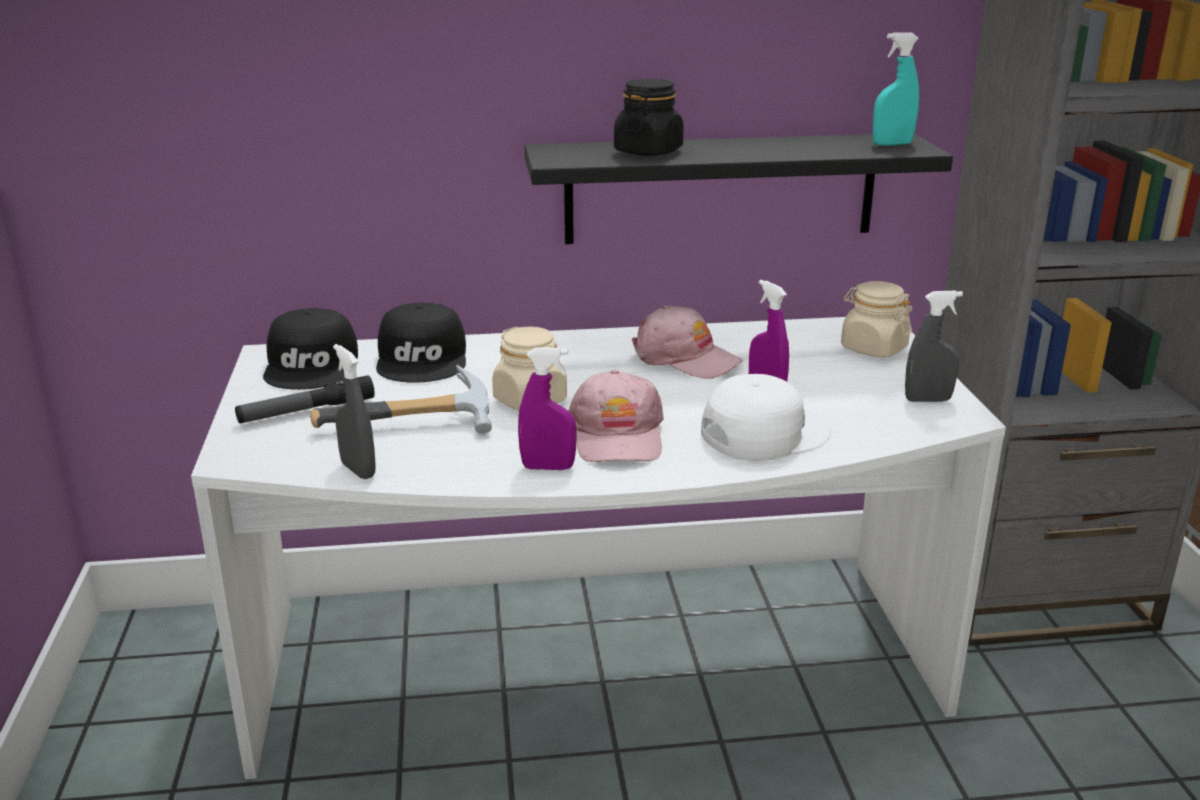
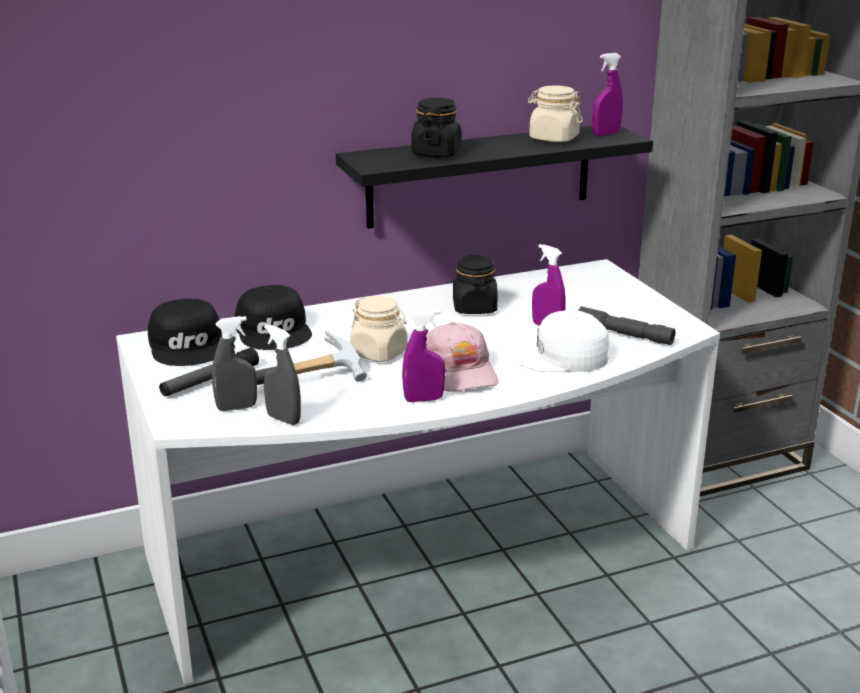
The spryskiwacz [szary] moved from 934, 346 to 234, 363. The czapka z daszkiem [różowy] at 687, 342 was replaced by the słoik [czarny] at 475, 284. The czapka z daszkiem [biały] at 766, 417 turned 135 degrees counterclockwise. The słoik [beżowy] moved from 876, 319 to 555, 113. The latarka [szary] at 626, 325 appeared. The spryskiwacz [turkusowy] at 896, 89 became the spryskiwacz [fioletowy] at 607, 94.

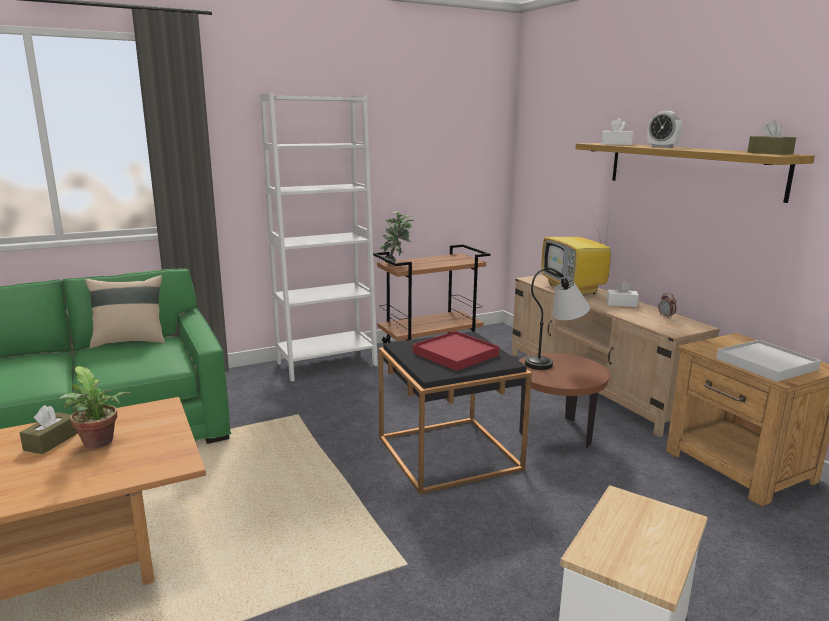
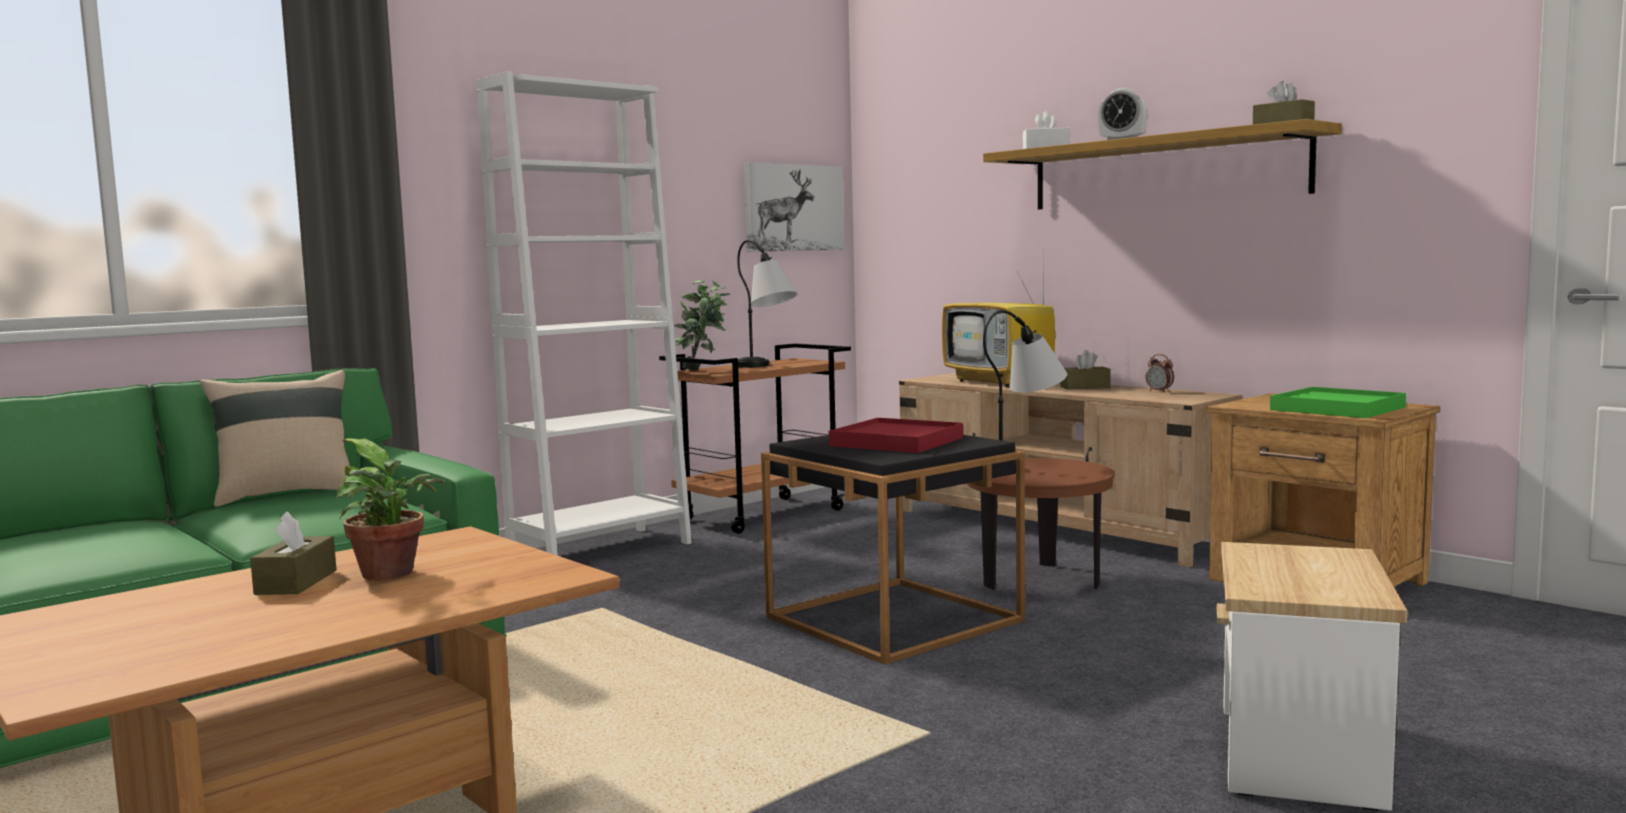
The lampa stołowa at 767, 304 appeared. The obraz at 794, 207 appeared. The pudełko chusteczek [biały] at 622, 294 became the pudełko chusteczek [brązowy] at 1085, 370. The taca [biały] at 768, 361 became the taca [zielony] at 1338, 402.

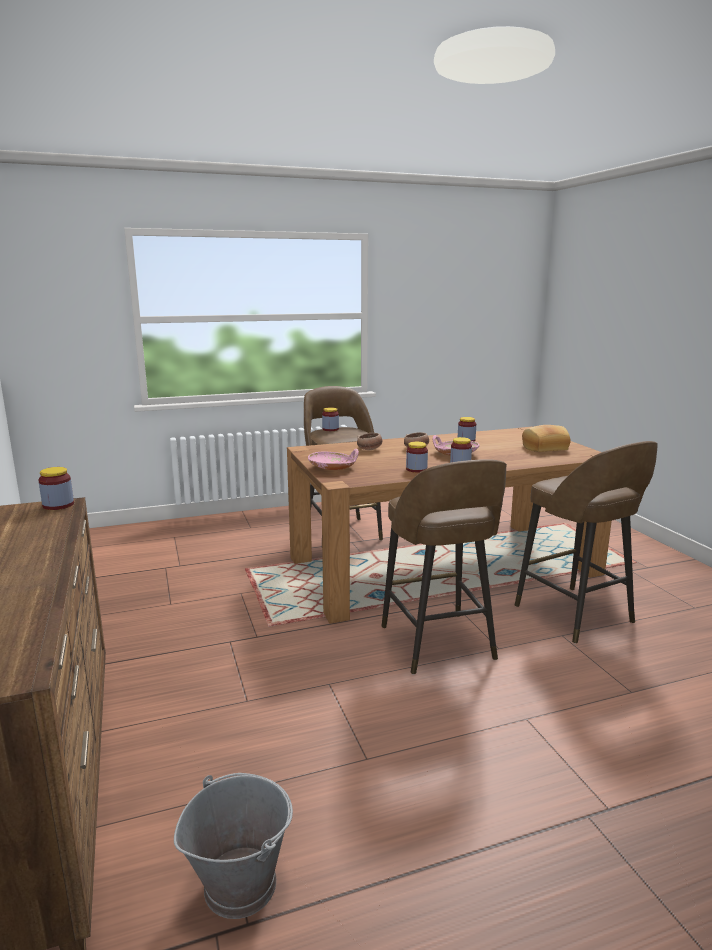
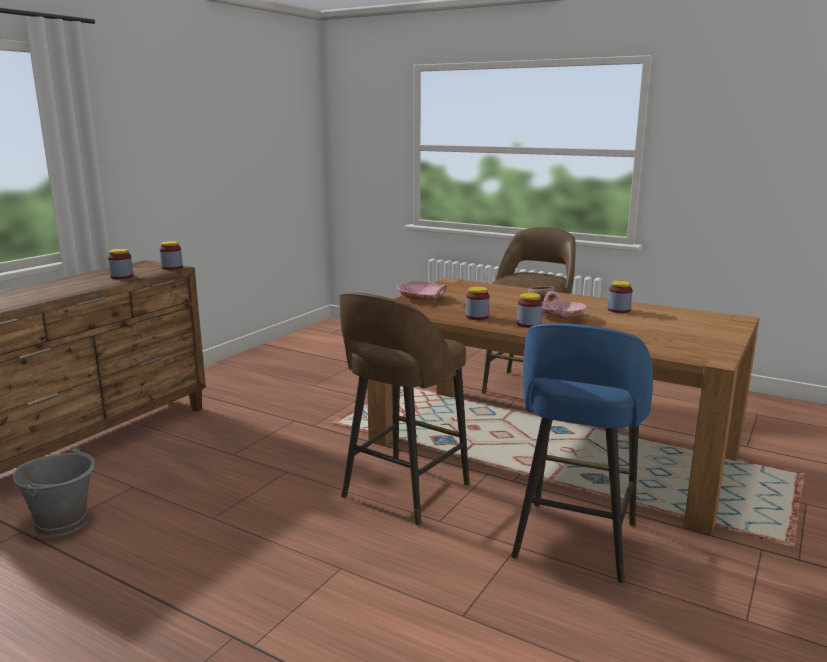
The słoik moved from 330, 419 to 120, 264. The stołek [brązowy] at 586, 542 became the stołek [niebieski] at 582, 453. The miska at 369, 441 disappeared. The chleb at 546, 438 disappeared.

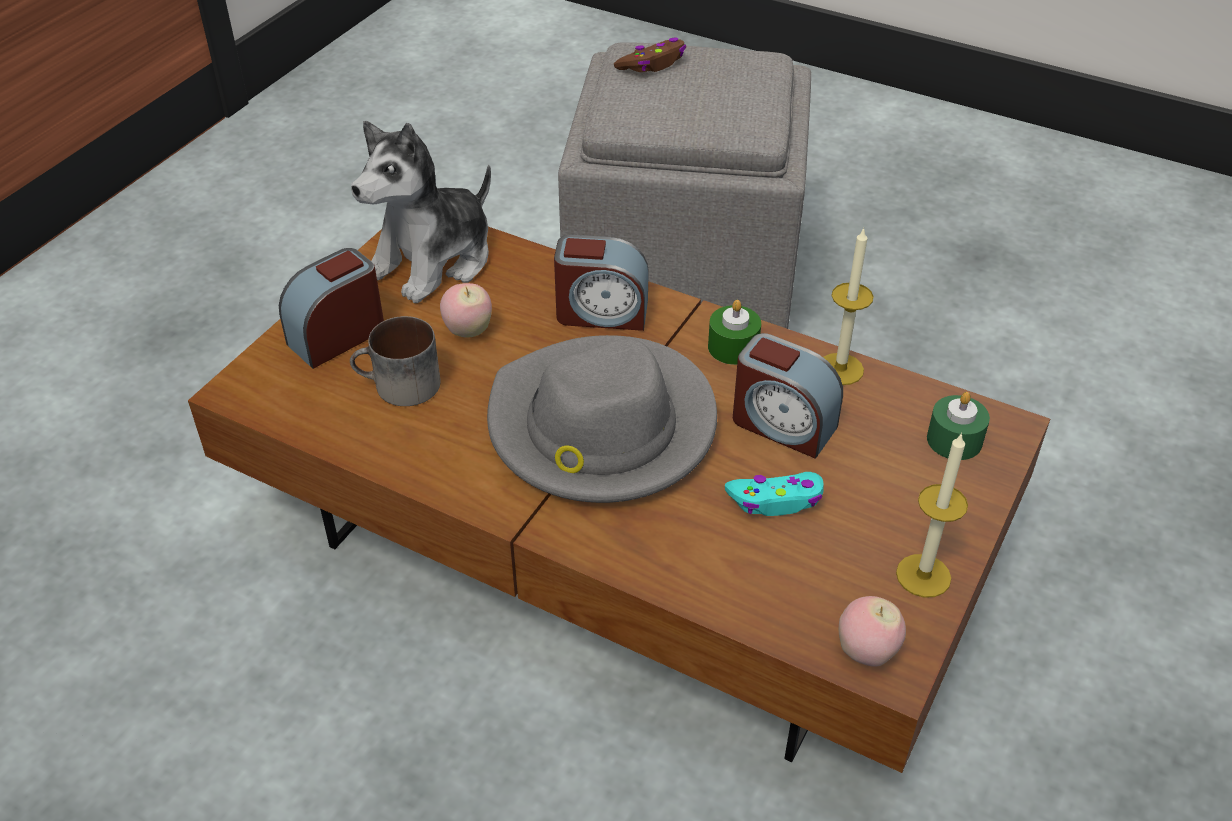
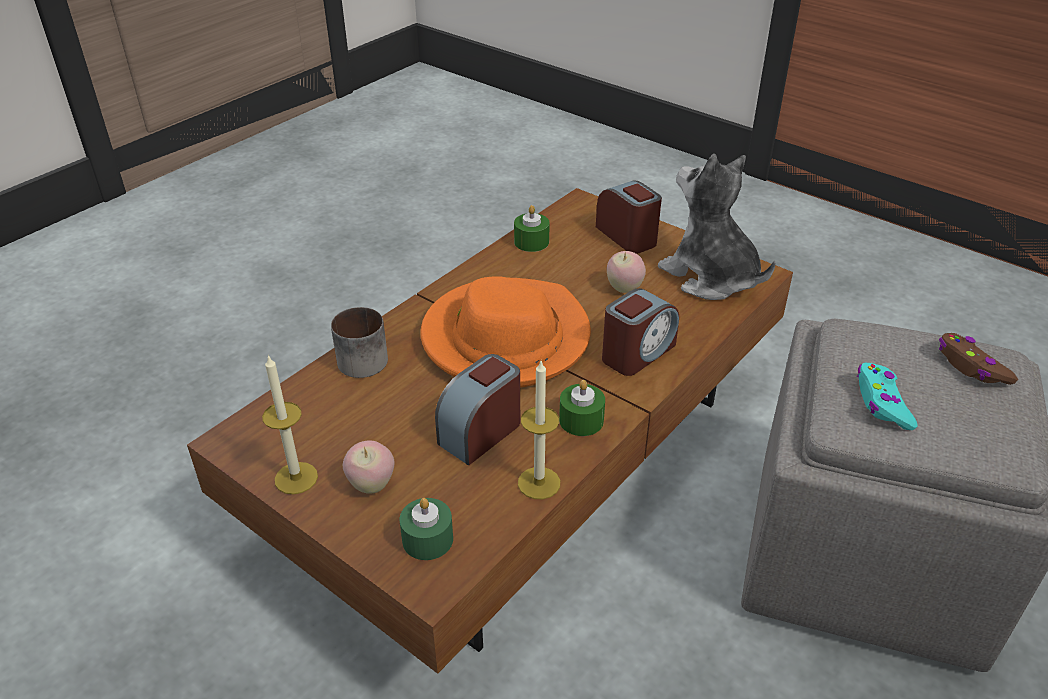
The kubek moved from 395, 361 to 359, 342. The jabłko moved from 872, 631 to 369, 467. The kapelusz [szary] at 602, 419 became the kapelusz [pomarańczowy] at 505, 332. The świeca [zielony] at 532, 228 appeared. The budzik at 601, 283 turned 150 degrees counterclockwise. The pad do gier [turkusowy] moved from 774, 494 to 887, 396.

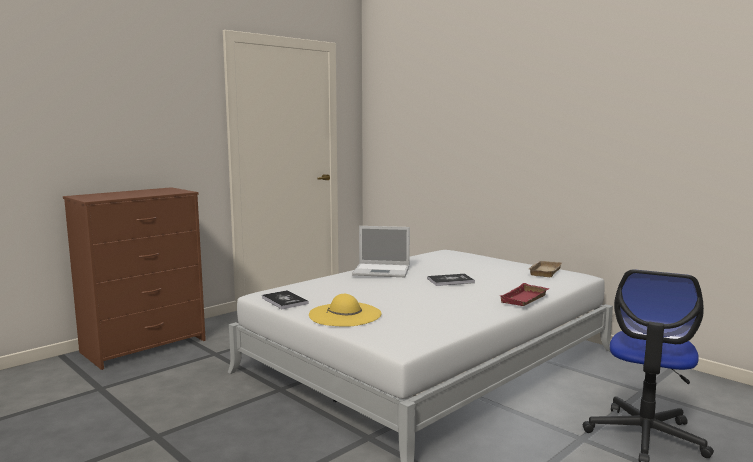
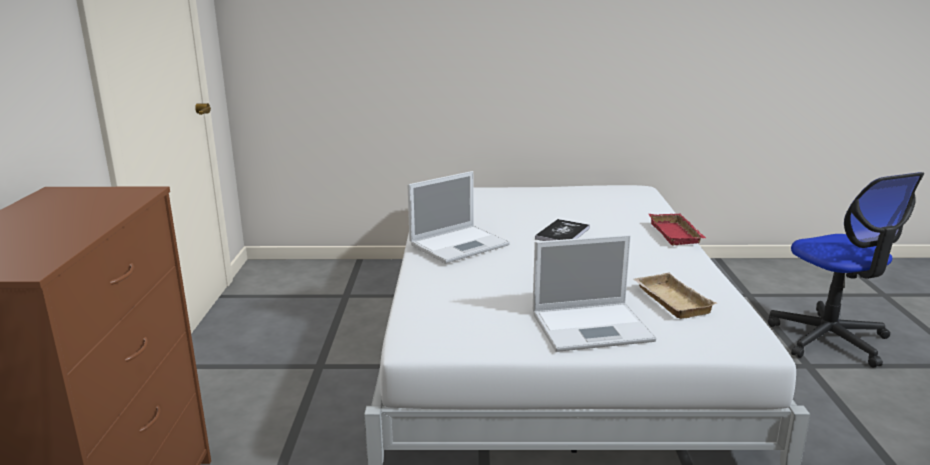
The kapelusz [żółty] at 345, 310 was replaced by the laptop at 594, 293. The taca [beżowy] moved from 545, 269 to 675, 296. The książka at 285, 299 disappeared.

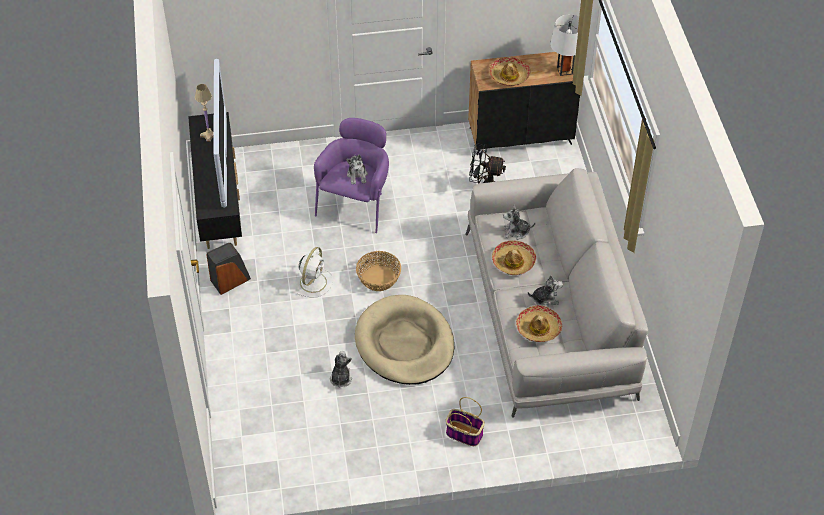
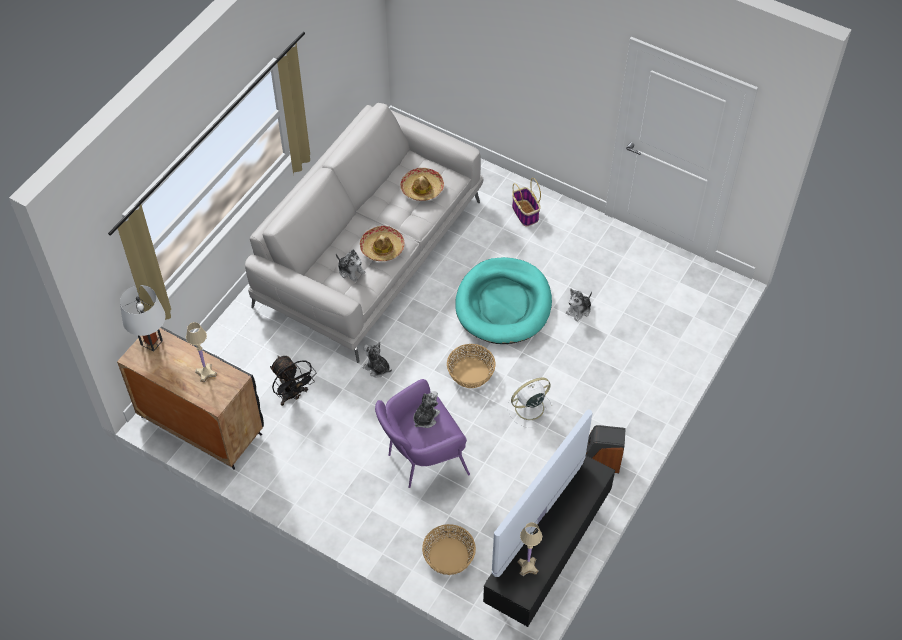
The kapelusz at 510, 71 was replaced by the lampa stołowa [beżowy] at 201, 352. The pluszak moved from 545, 291 to 377, 360. The koszyk at 449, 549 appeared. The legowisko [beżowy] at 404, 340 became the legowisko [turkusowy] at 503, 300.

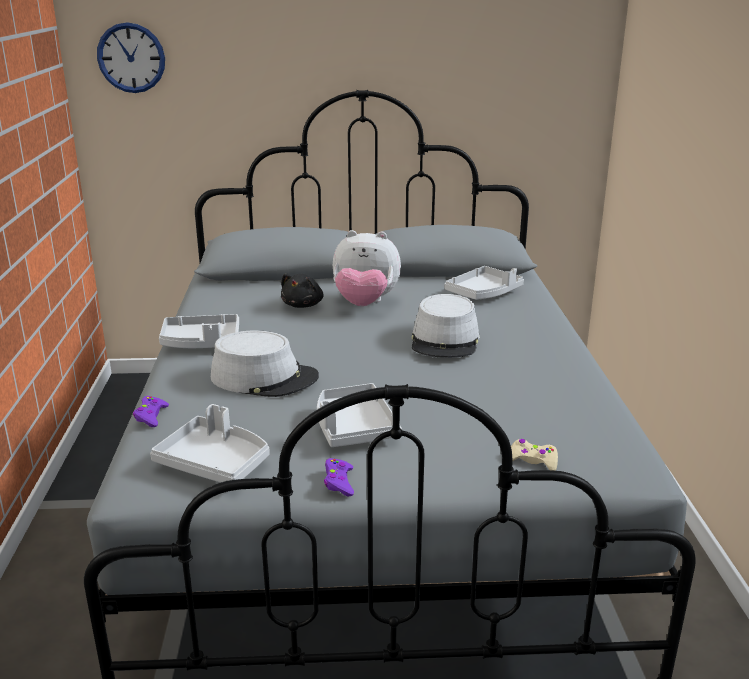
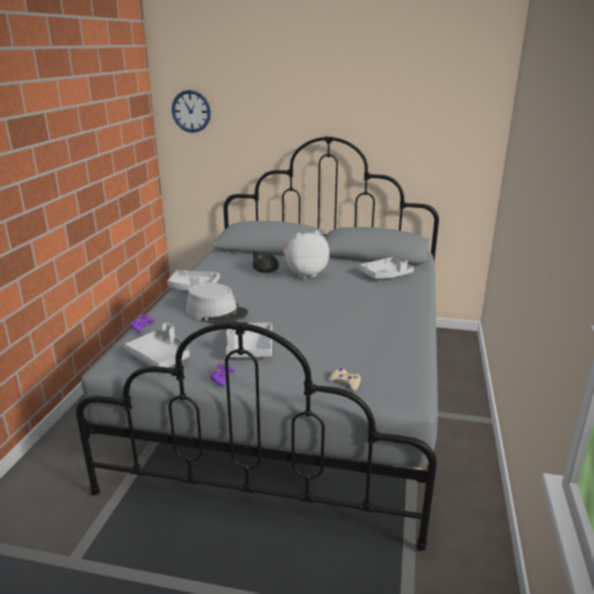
The pluszak at 367, 268 turned 135 degrees clockwise. The kapelusz [szary] at 446, 326 disappeared.

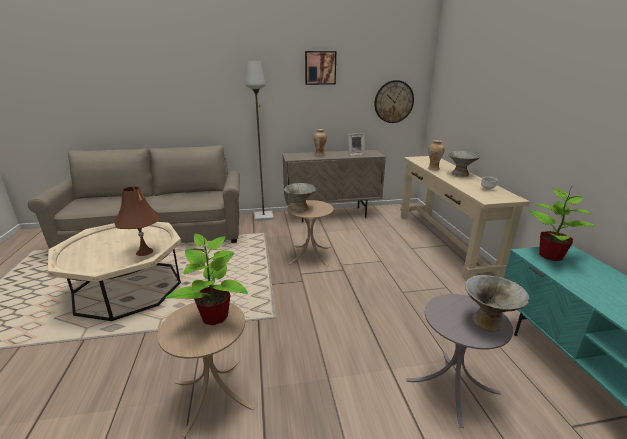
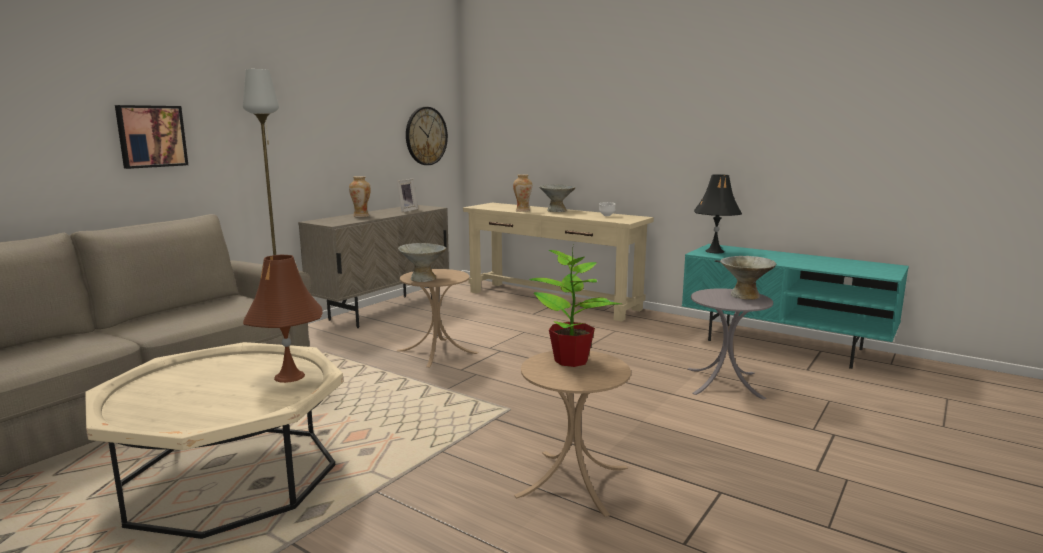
The obraz moved from 320, 68 to 151, 137. The roślina doniczkowa at 562, 224 was replaced by the lampa stołowa [czarny] at 718, 213.

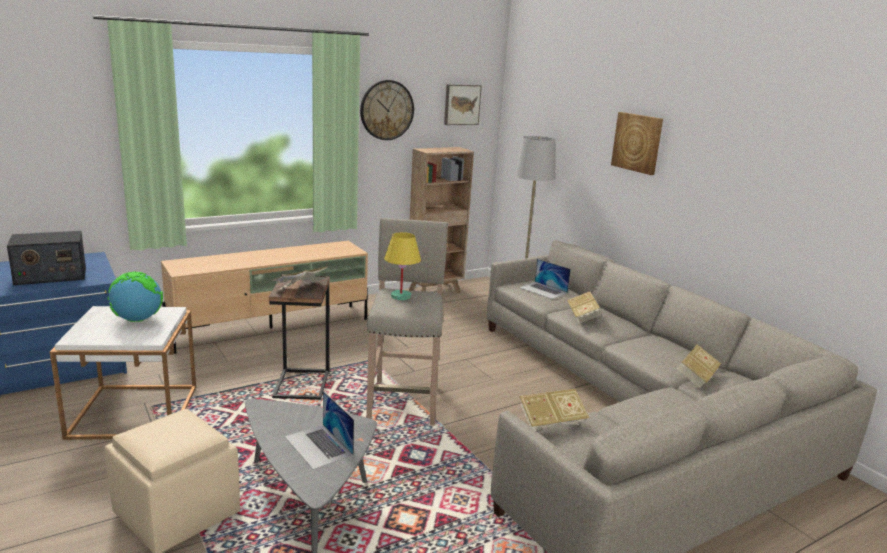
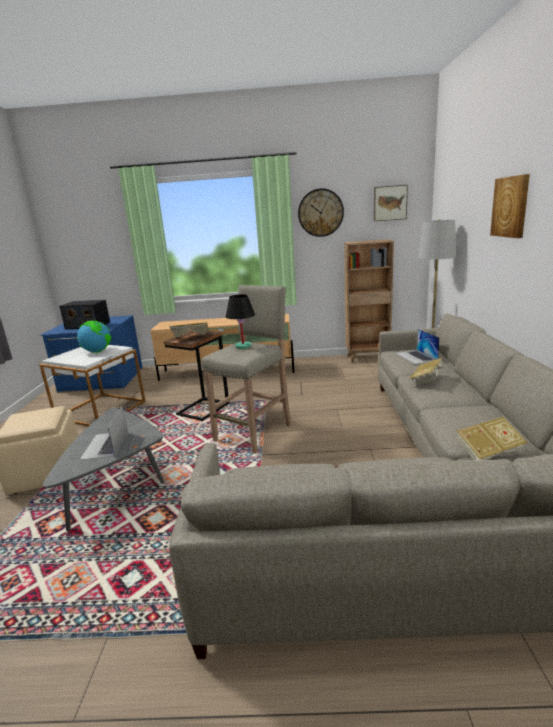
The lampa stołowa [żółty] at 402, 266 became the lampa stołowa [czarny] at 240, 321. The książka at 554, 410 disappeared.

